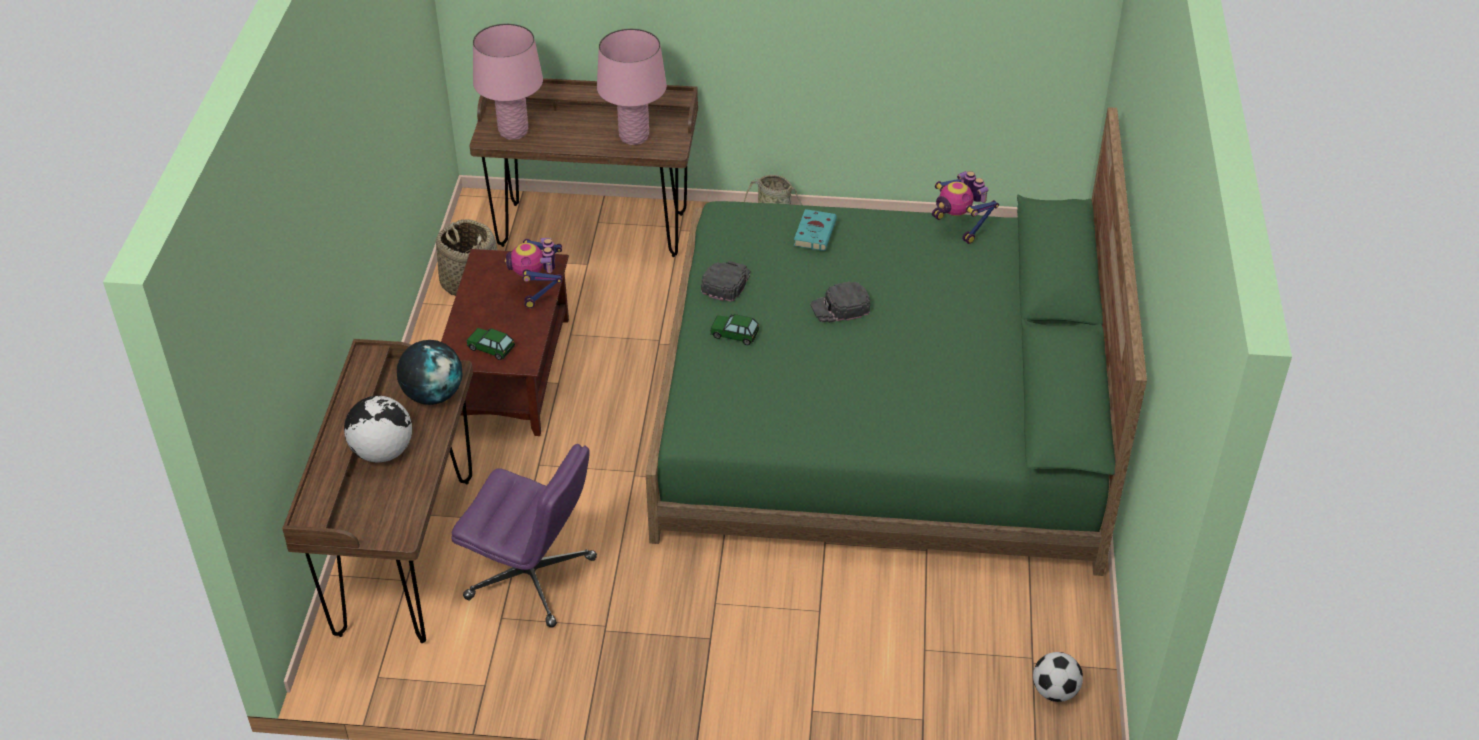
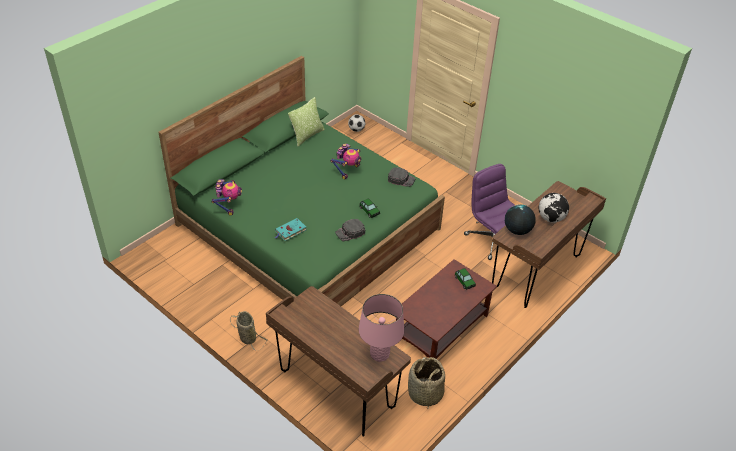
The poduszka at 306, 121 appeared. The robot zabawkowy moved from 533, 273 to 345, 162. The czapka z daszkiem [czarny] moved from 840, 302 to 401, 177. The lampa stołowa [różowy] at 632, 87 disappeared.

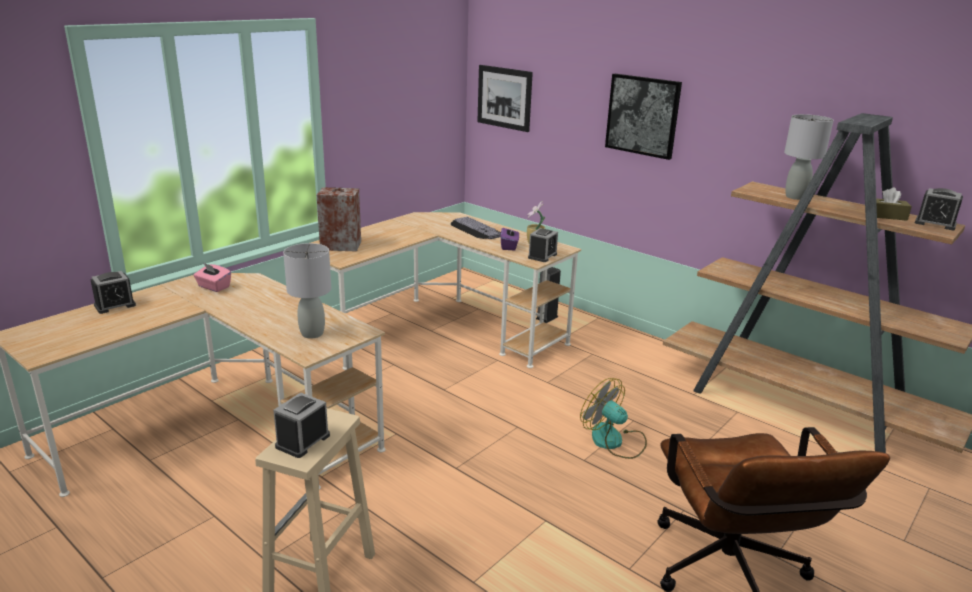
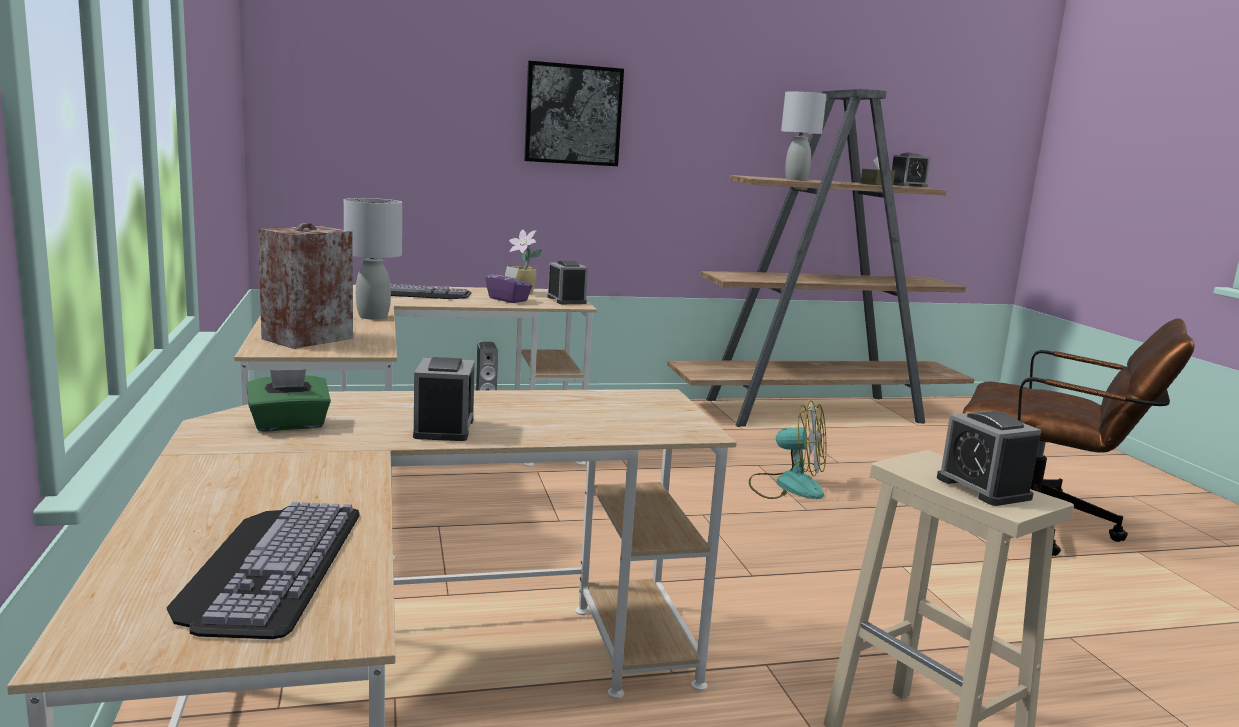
The klawiatura at 263, 570 appeared. The pudełko chusteczek [różowy] at 212, 277 became the pudełko chusteczek [zielony] at 288, 400. The lampa stołowa [szary] moved from 307, 291 to 373, 259. The budzik moved from 113, 292 to 444, 399. The wentylator at 613, 418 turned 150 degrees counterclockwise. The obraz at 505, 98 disappeared.

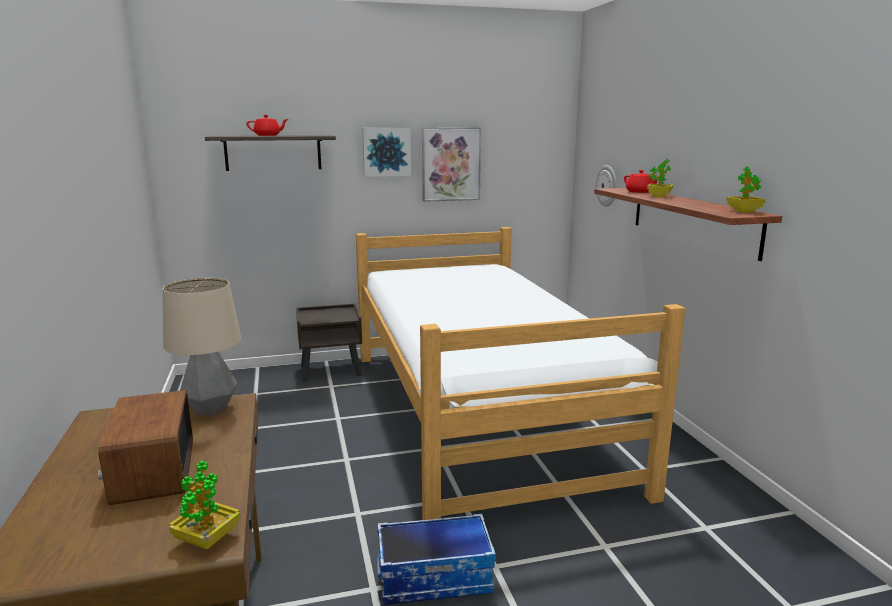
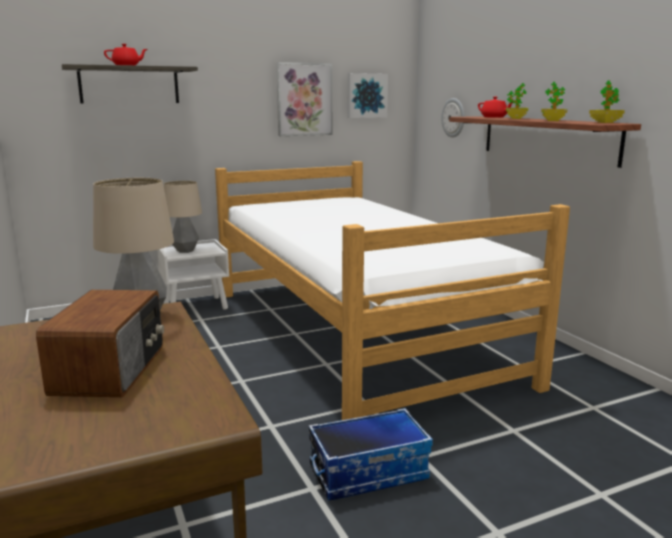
The radio at 145, 448 turned 150 degrees counterclockwise. The szafka nocna [brązowy] at 329, 342 became the szafka nocna [biały] at 193, 274. The lampa stołowa at 183, 217 appeared. The obraz moved from 386, 152 to 368, 95. The roślina doniczkowa moved from 204, 504 to 554, 101.

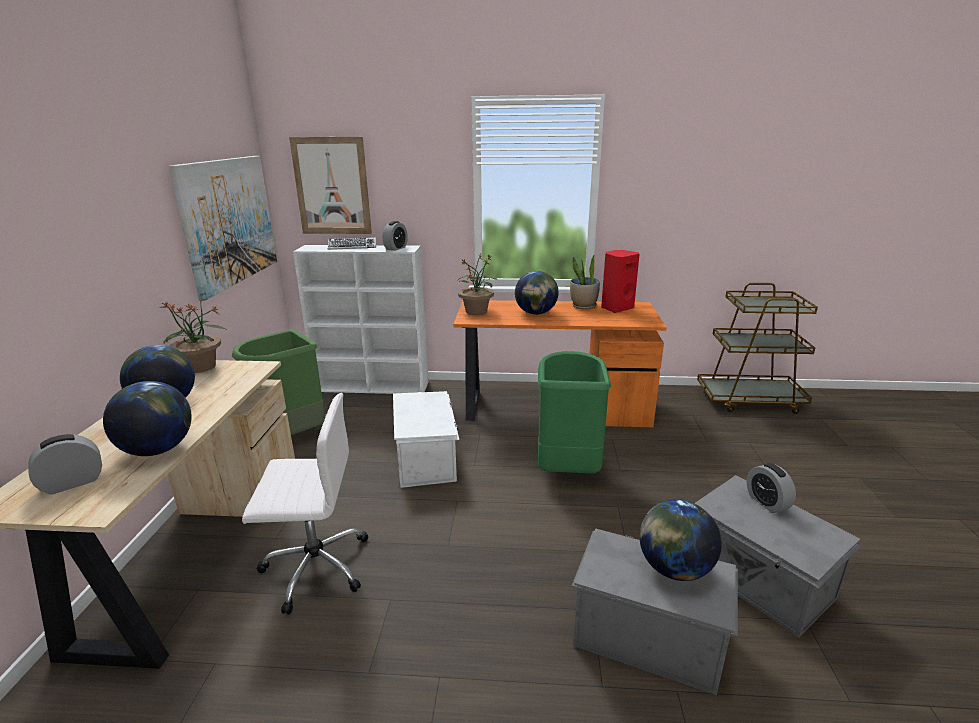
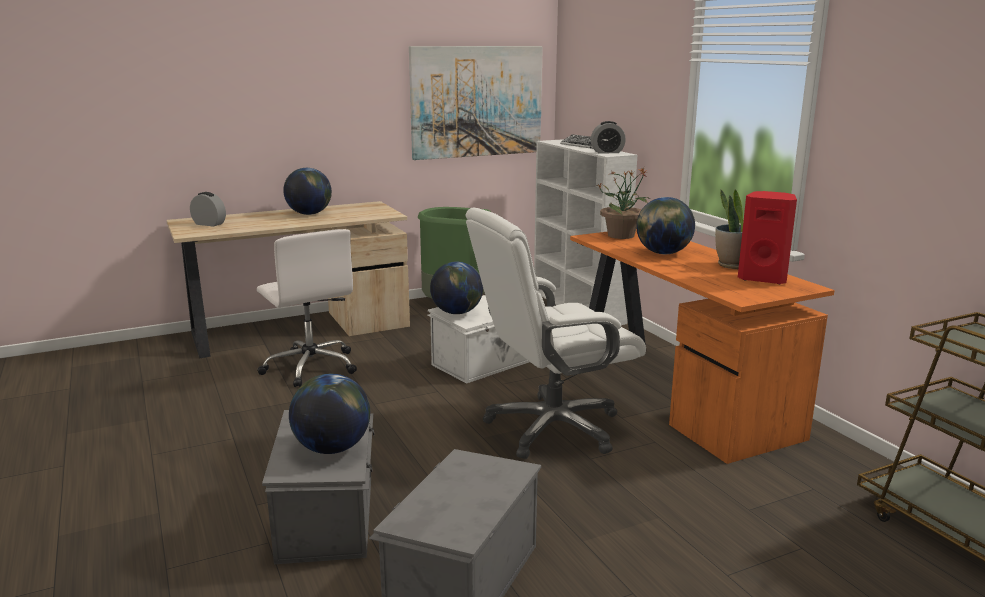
The globus moved from 147, 418 to 456, 287. The kosz na śmieci [zielony] at 574, 412 was replaced by the krzesło biurowe [biały] at 556, 333. The roślina doniczkowa at 194, 336 disappeared. The obraz at 330, 185 disappeared. The budzik at 771, 488 disappeared.

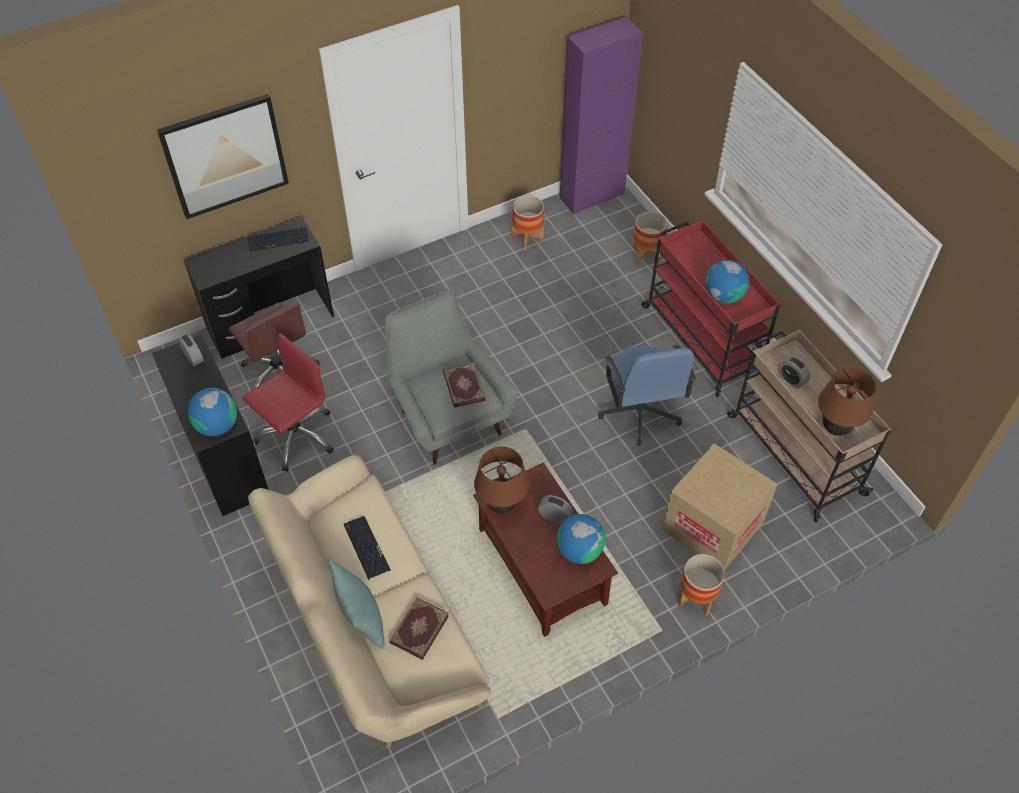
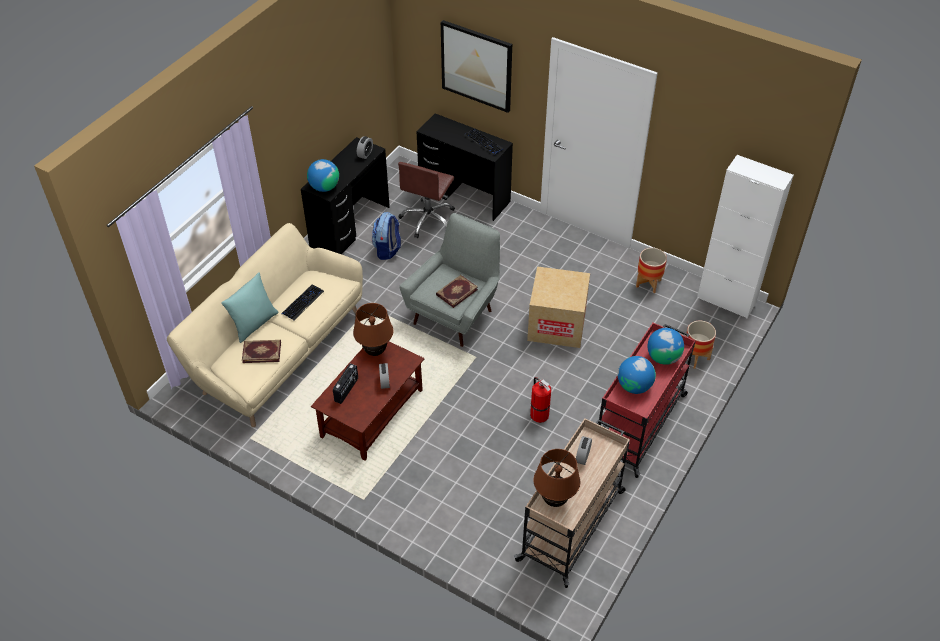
The radio at 345, 383 appeared. The krzesło biurowe [czerwony] at 288, 402 was replaced by the plecak at 386, 236. The karton moved from 720, 506 to 558, 307. The krzesło biurowe [niebieski] at 647, 395 was replaced by the gaśnica at 540, 400. The globus moved from 581, 539 to 666, 346. The szafka [fioletowy] at 601, 116 became the szafka [biały] at 745, 237. The donica at 701, 585 disappeared.

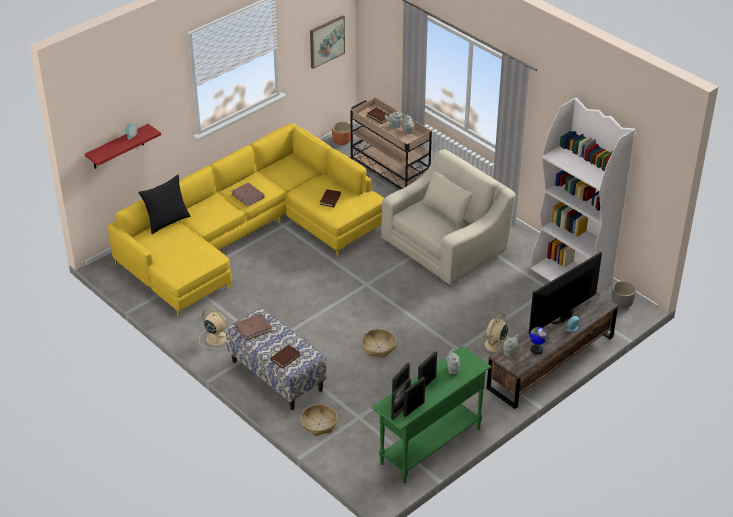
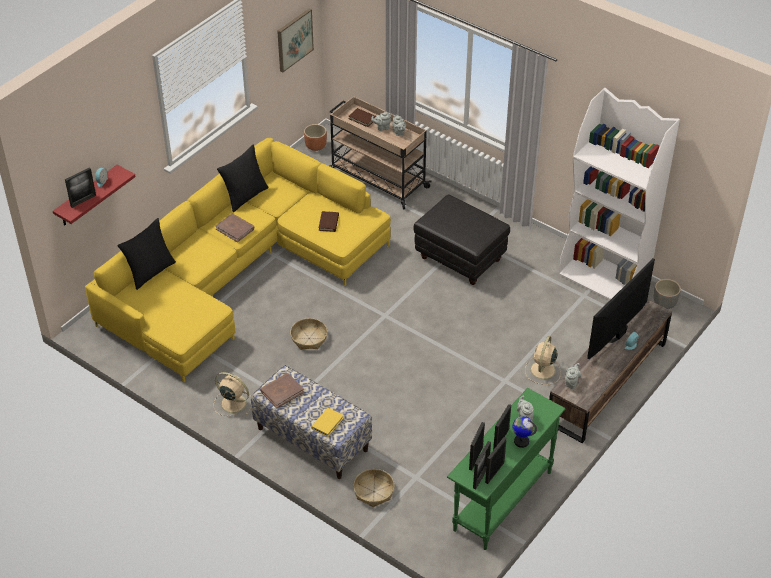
The ramka na zdjęcie at 80, 187 appeared. The poduszka [czarny] at 243, 178 appeared. The koszyk moved from 379, 343 to 309, 334. The książka [brązowy] at 285, 356 became the książka [żółty] at 327, 422. The fotel [beżowy] at 448, 217 was replaced by the pufa [czarny] at 461, 239. The globus moved from 539, 340 to 524, 432.

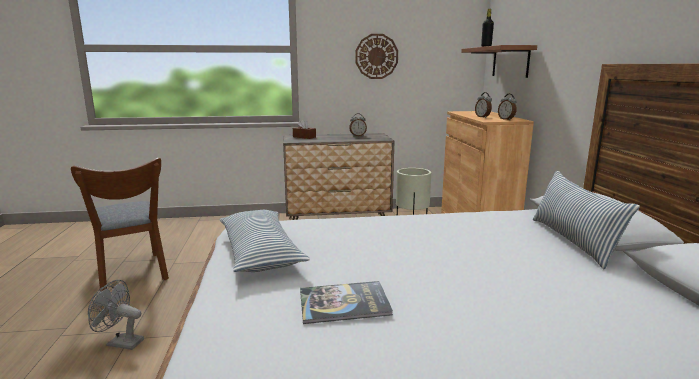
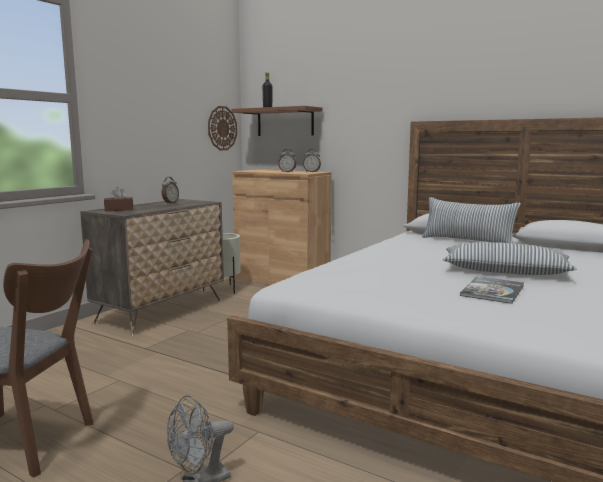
The zegar ścienny moved from 376, 56 to 222, 128. The poduszka moved from 264, 241 to 509, 258.

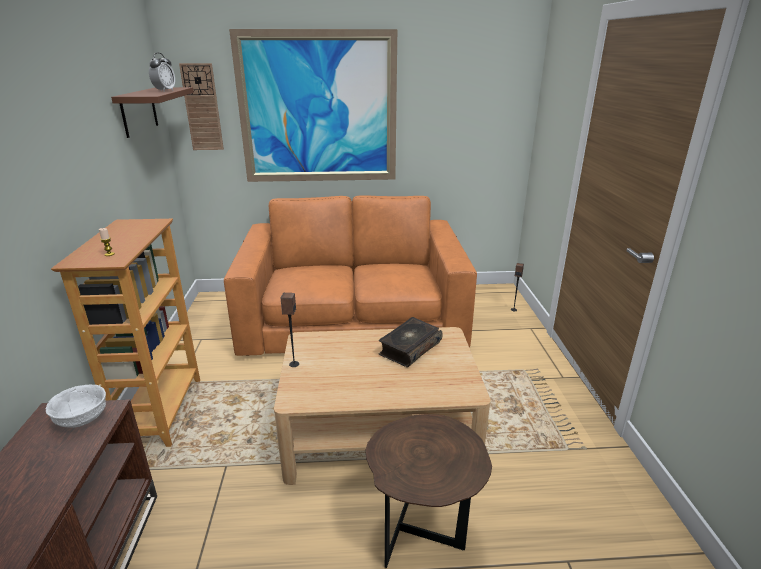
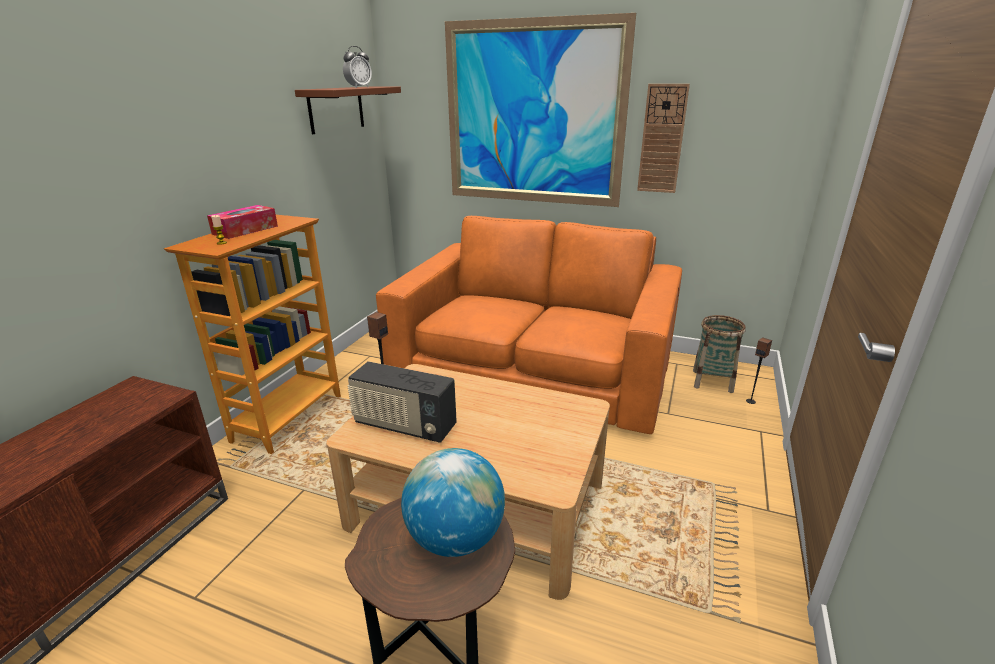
The pudełko chusteczek at 242, 222 appeared. The radio at 402, 402 appeared. The globus at 453, 502 appeared. The zegar ścienny moved from 201, 106 to 663, 138. The koszyk at 719, 354 appeared. The miska [biały] at 76, 406 disappeared. The książka at 411, 342 disappeared.

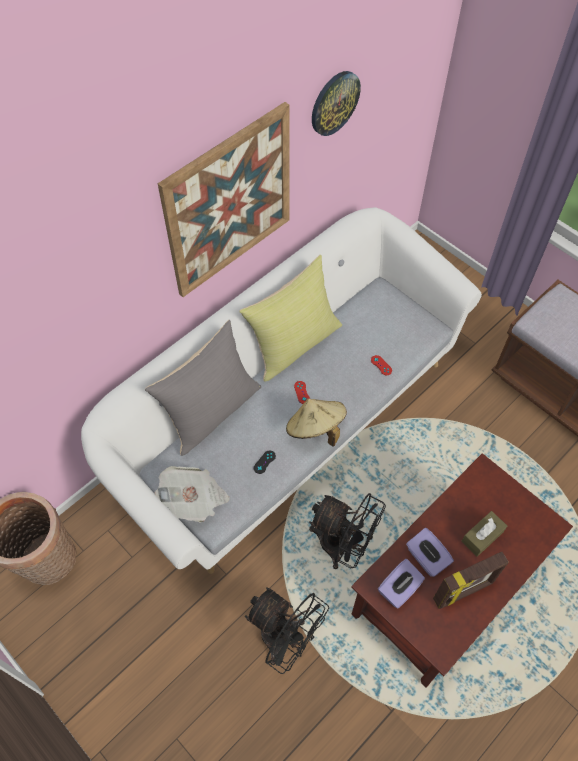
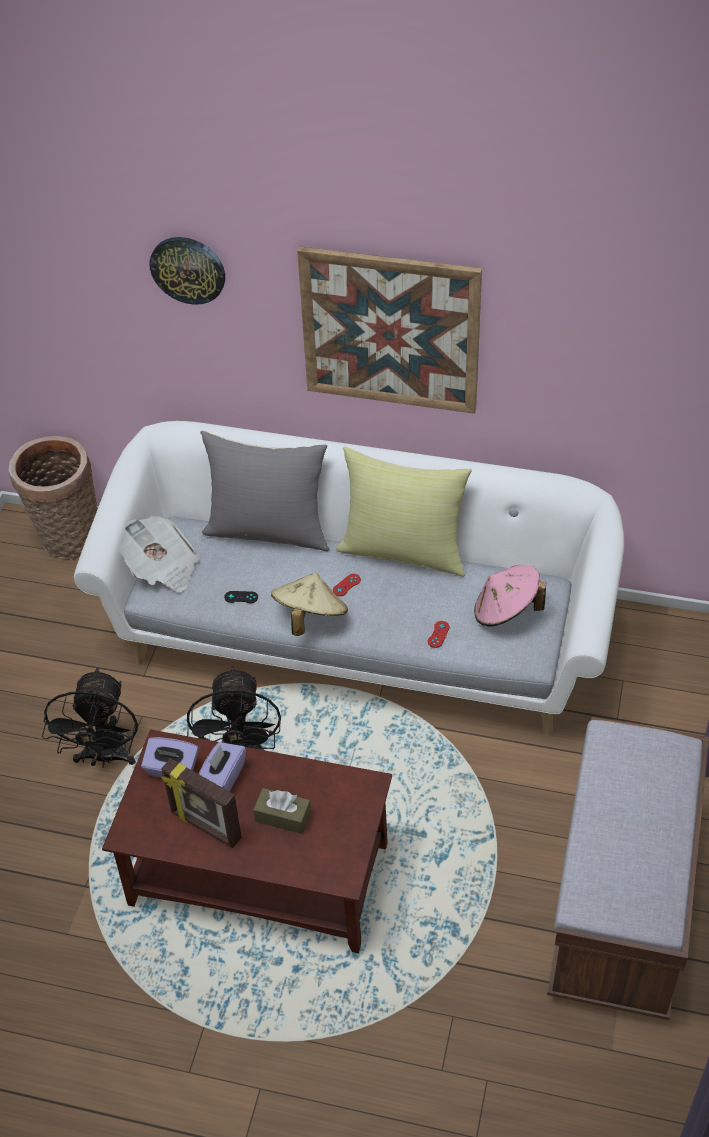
The zegar ścienny moved from 336, 103 to 187, 271. The kapelusz [różowy] at 510, 595 appeared.

